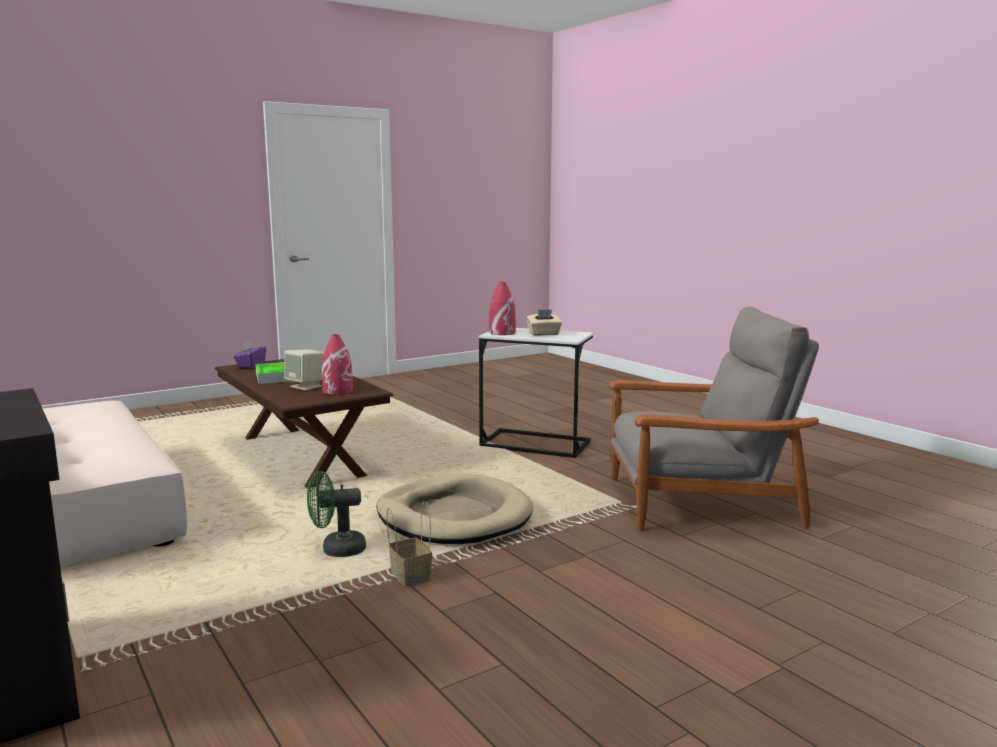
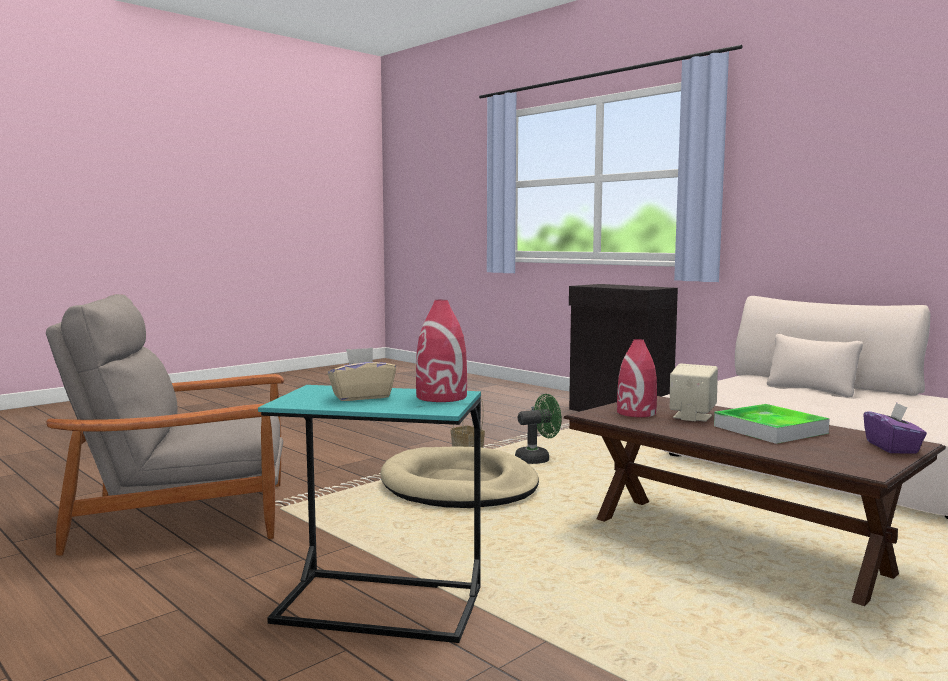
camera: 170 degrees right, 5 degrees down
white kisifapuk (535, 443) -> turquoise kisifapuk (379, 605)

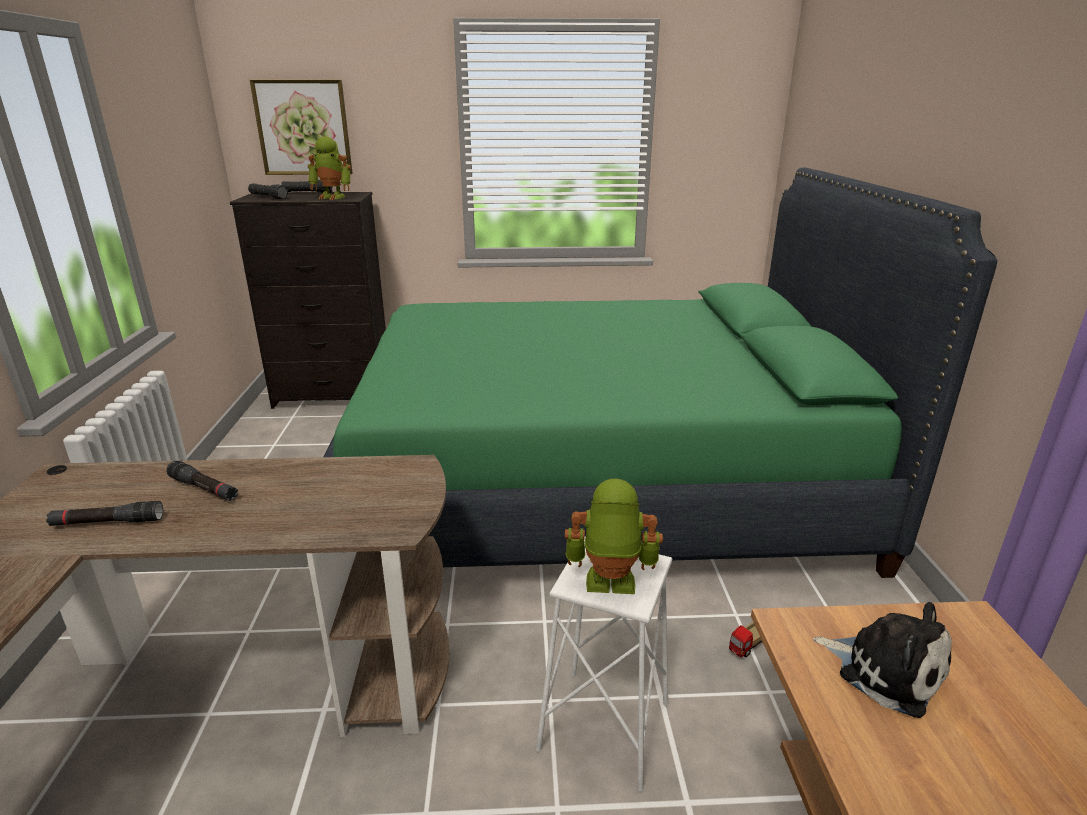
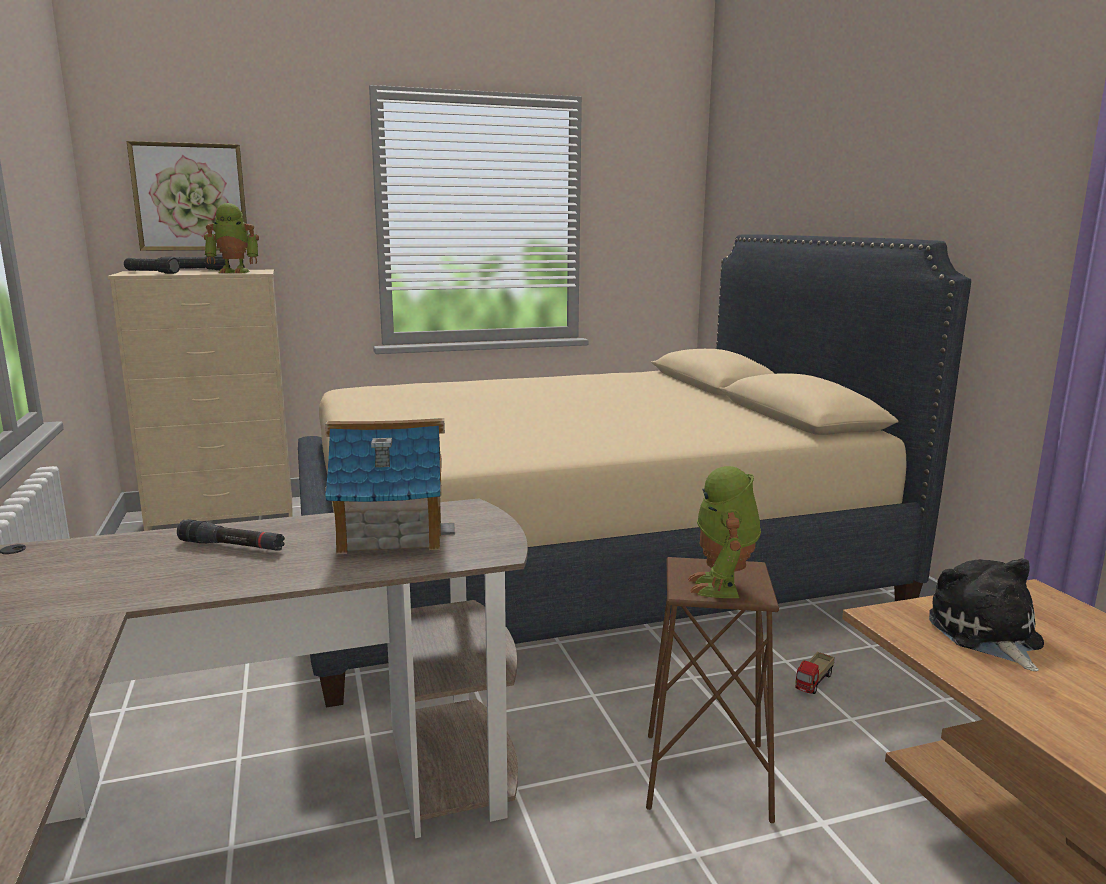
camera: 15 degrees left, 10 degrees down
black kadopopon (107, 522) -> none
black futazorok (334, 396) -> beige futazorok (224, 517)
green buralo (596, 480) -> beige buralo (582, 565)
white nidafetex (604, 727) -> brown nidafetex (706, 776)
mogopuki (609, 584) -> mogopuki (722, 587), 75 degrees counterclockwise
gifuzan (885, 669) -> gifuzan (986, 635), 120 degrees counterclockwise
none -> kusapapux (390, 532)

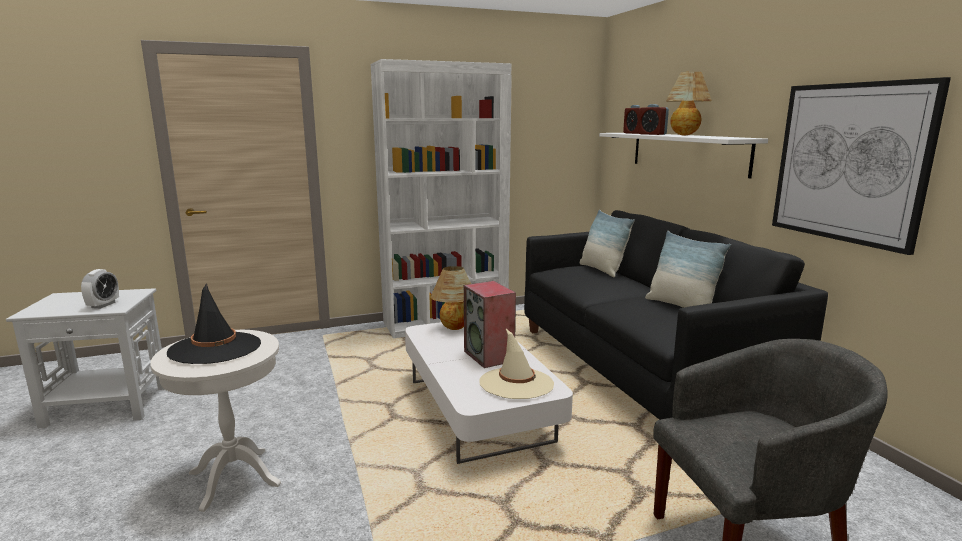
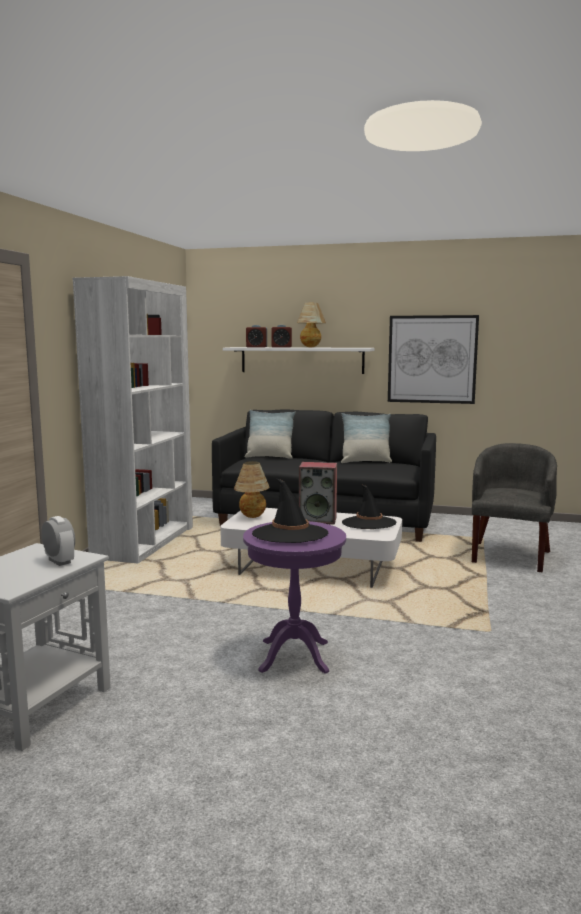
camera: 55 degrees left, 5 degrees down
white kisifapuk (235, 478) -> purple kisifapuk (294, 656)
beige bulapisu (516, 383) -> black bulapisu (368, 523)

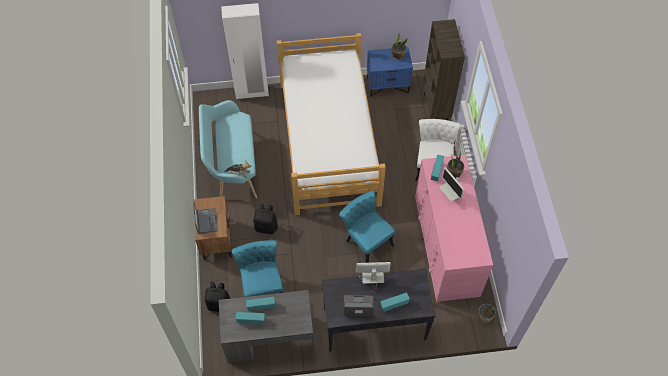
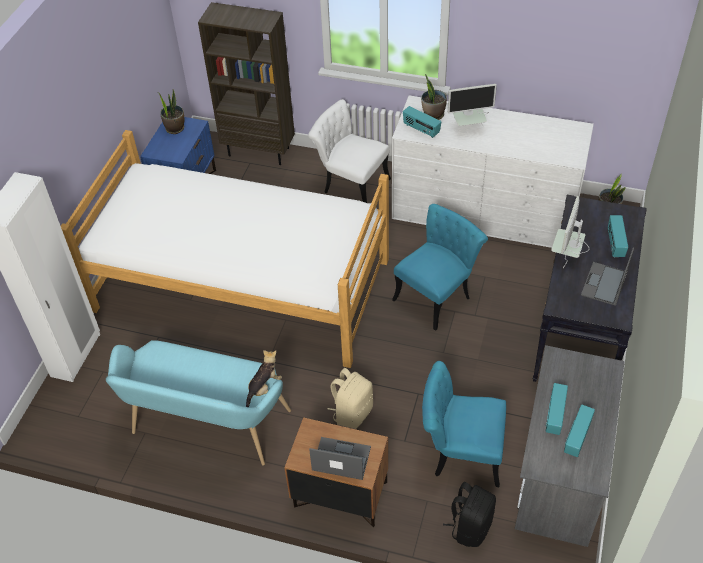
camera: 65 degrees left, 10 degrees down
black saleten (266, 226) -> beige saleten (352, 413)
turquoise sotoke (366, 240) -> turquoise sotoke (437, 295), 150 degrees clockwise
pink futazorok (446, 245) -> white futazorok (484, 212)

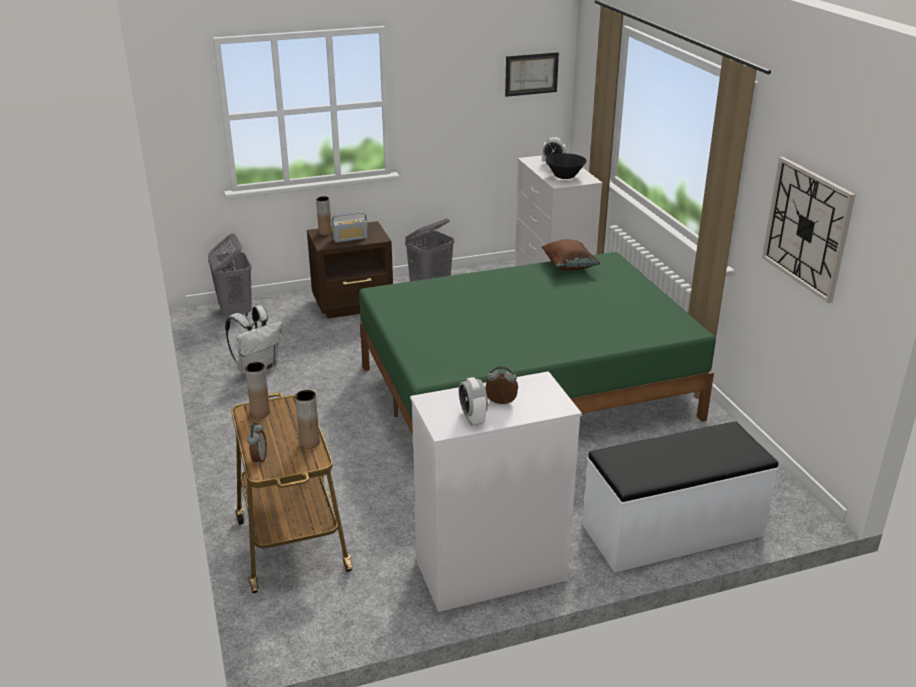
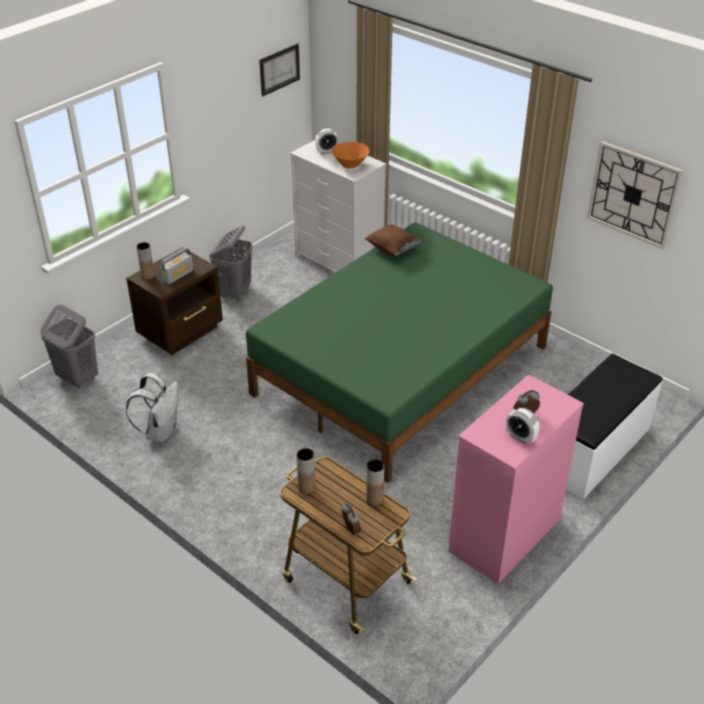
camera: 30 degrees left, 10 degrees up
white futazorok (489, 571) -> pink futazorok (504, 535)
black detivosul (565, 176) -> orange detivosul (350, 164)

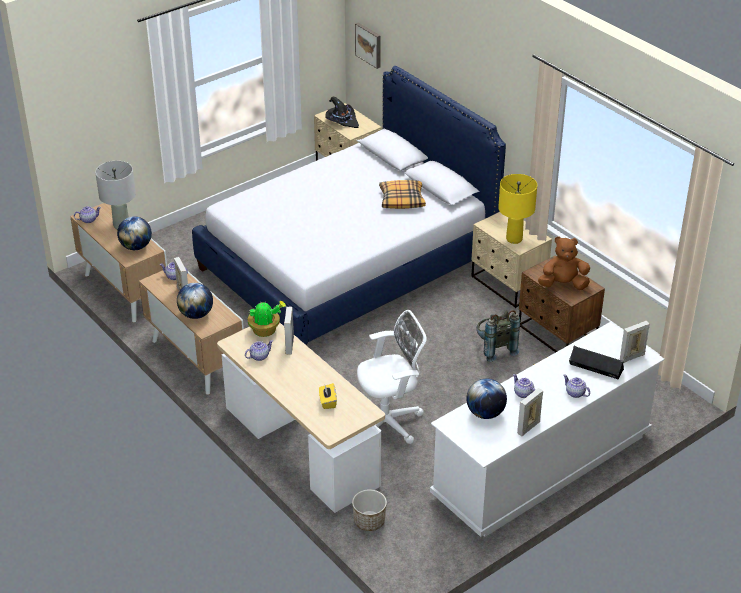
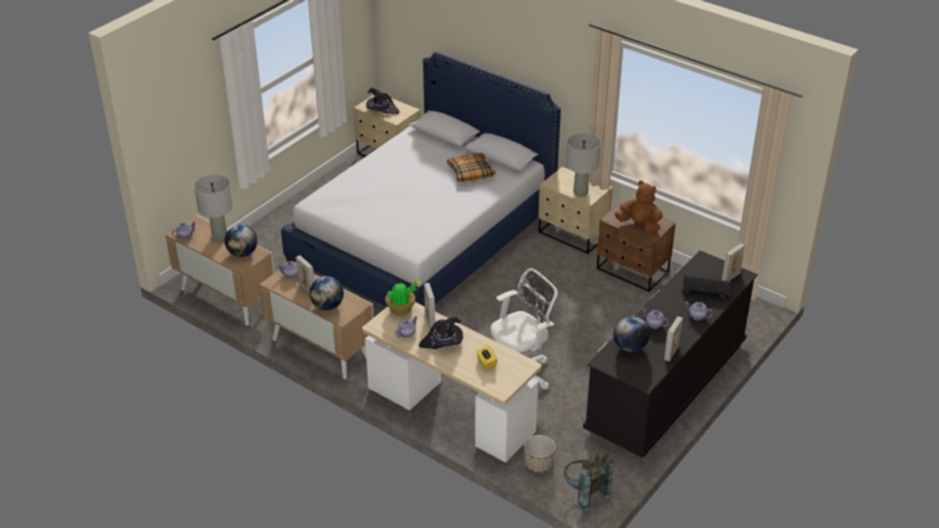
camera: 15 degrees left, 0 degrees up
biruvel (369, 44) -> none
white futazorok (542, 465) -> black futazorok (666, 386)
grey saleten (494, 349) -> grey saleten (584, 493), relocated
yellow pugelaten (514, 239) -> grey pugelaten (580, 192)
brown gifuzan (563, 285) -> brown gifuzan (639, 225), 45 degrees clockwise
none -> black bulapisu (443, 342)

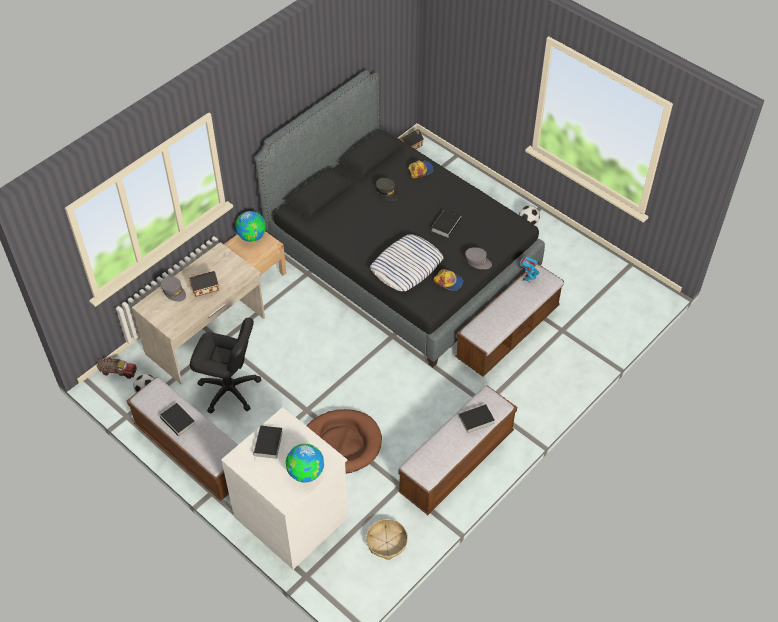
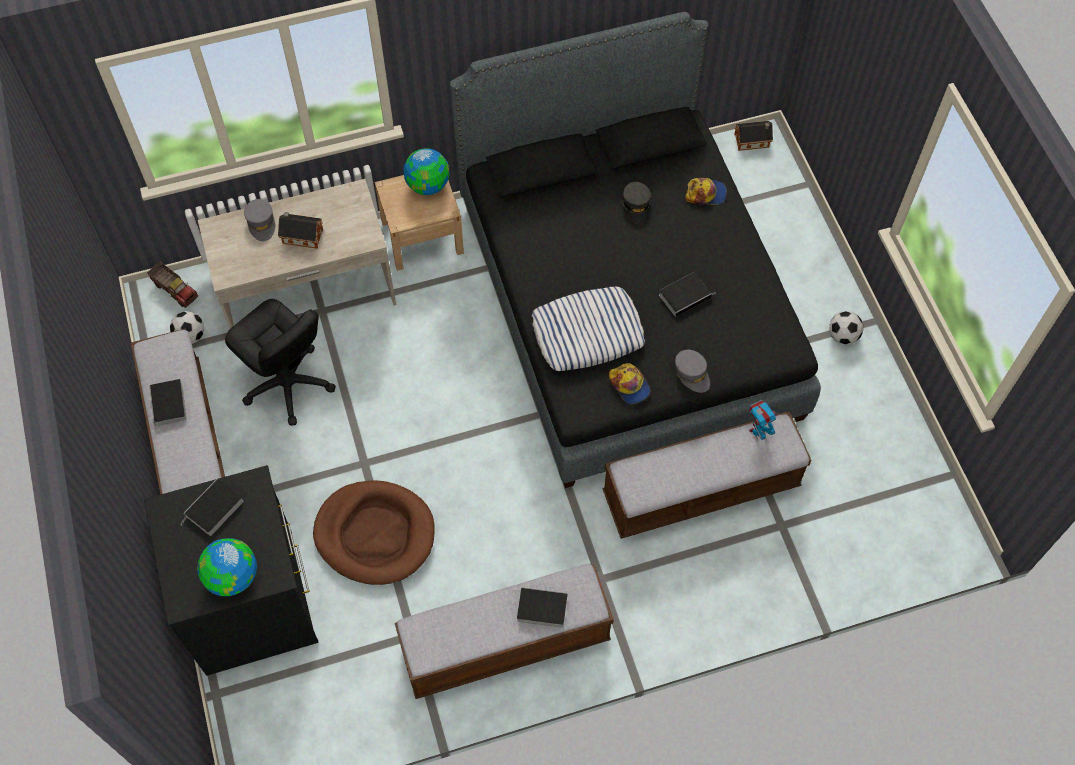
camera: 30 degrees right, 10 degrees up
white futazorok (292, 515) -> black futazorok (252, 601)
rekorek (386, 542) -> none

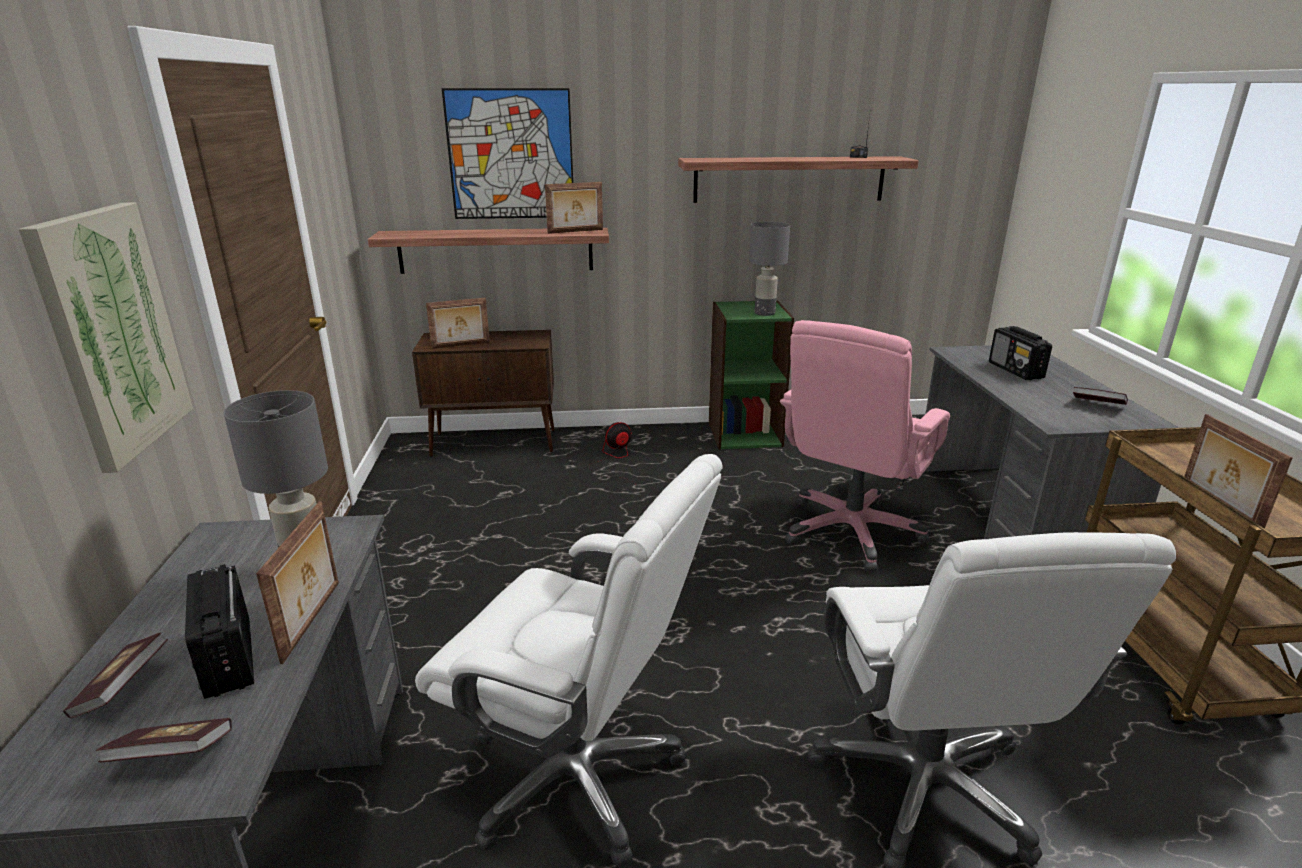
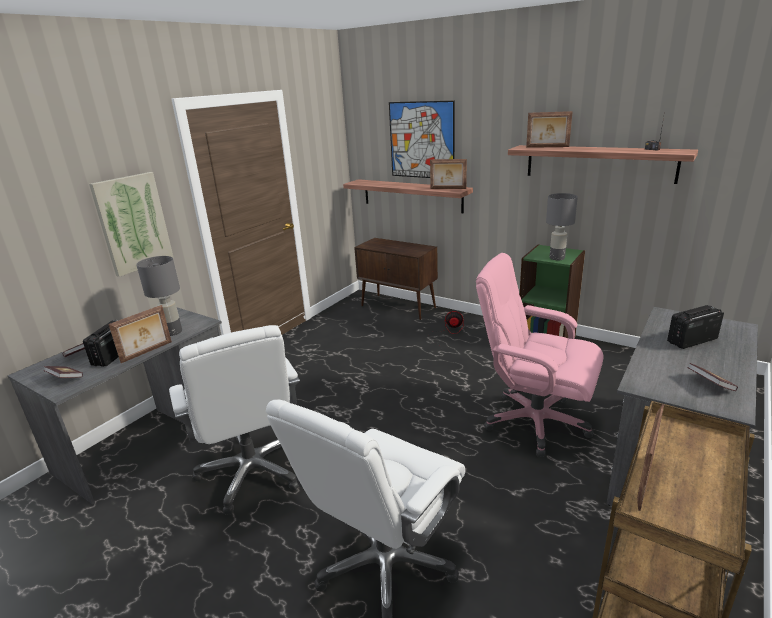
camera: 40 degrees right, 0 degrees up
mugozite (461, 345) -> mugozite (547, 147), relocated
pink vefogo (851, 531) -> pink vefogo (534, 422), 45 degrees clockwise
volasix (1016, 371) -> volasix (691, 340), 45 degrees clockwise

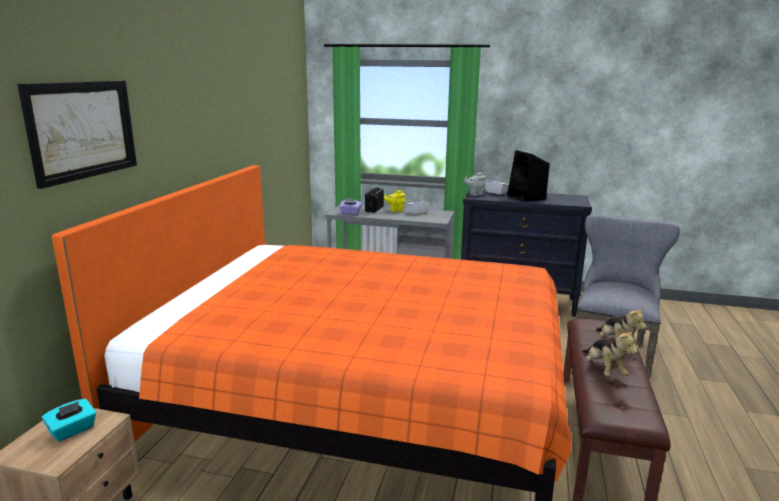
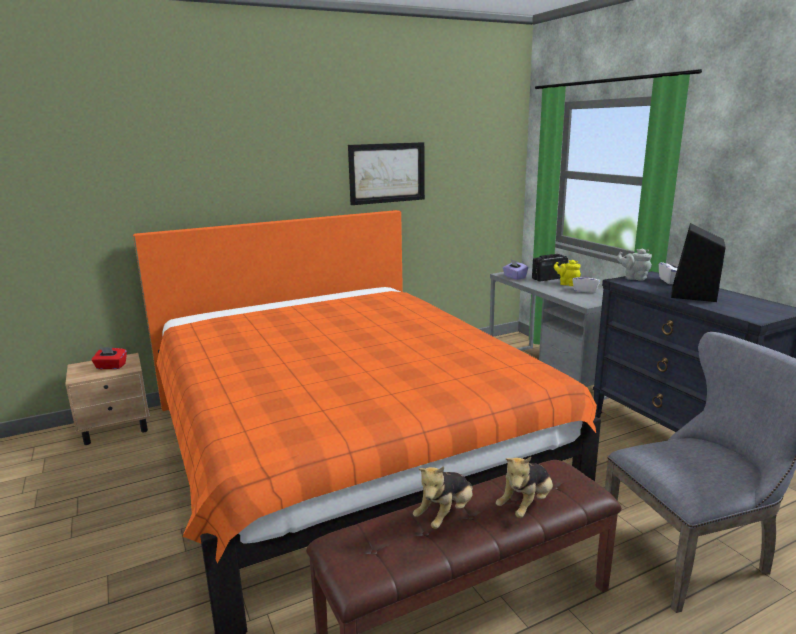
camera: 50 degrees right, 0 degrees up
biruvel (82, 130) -> biruvel (387, 173), relocated
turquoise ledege (72, 430) -> red ledege (111, 367)

